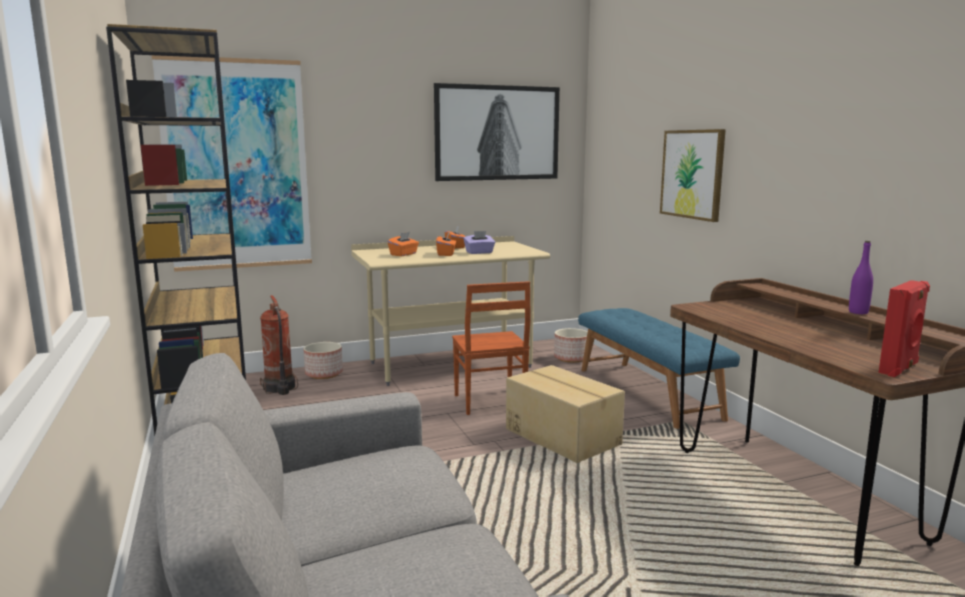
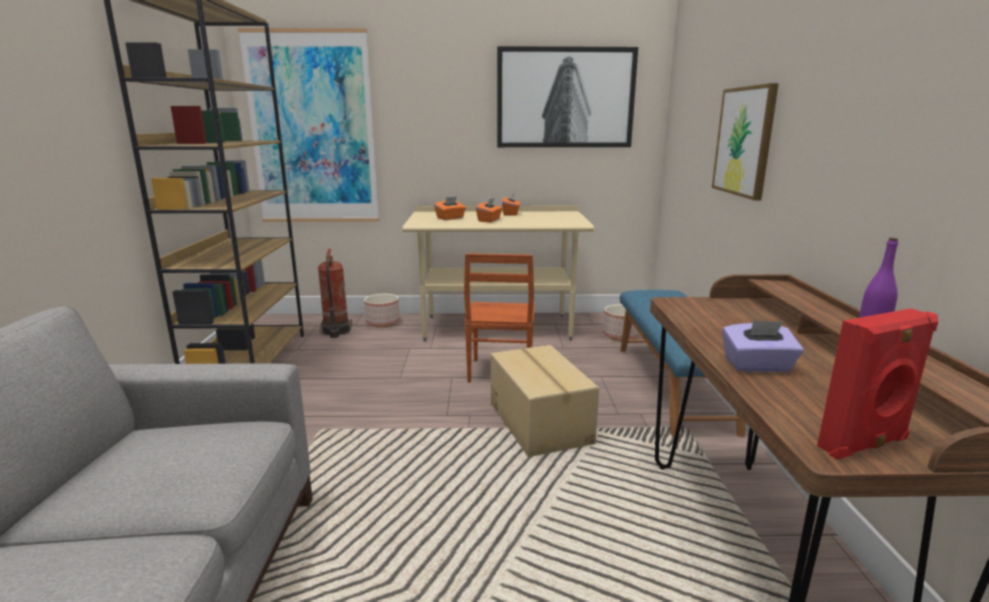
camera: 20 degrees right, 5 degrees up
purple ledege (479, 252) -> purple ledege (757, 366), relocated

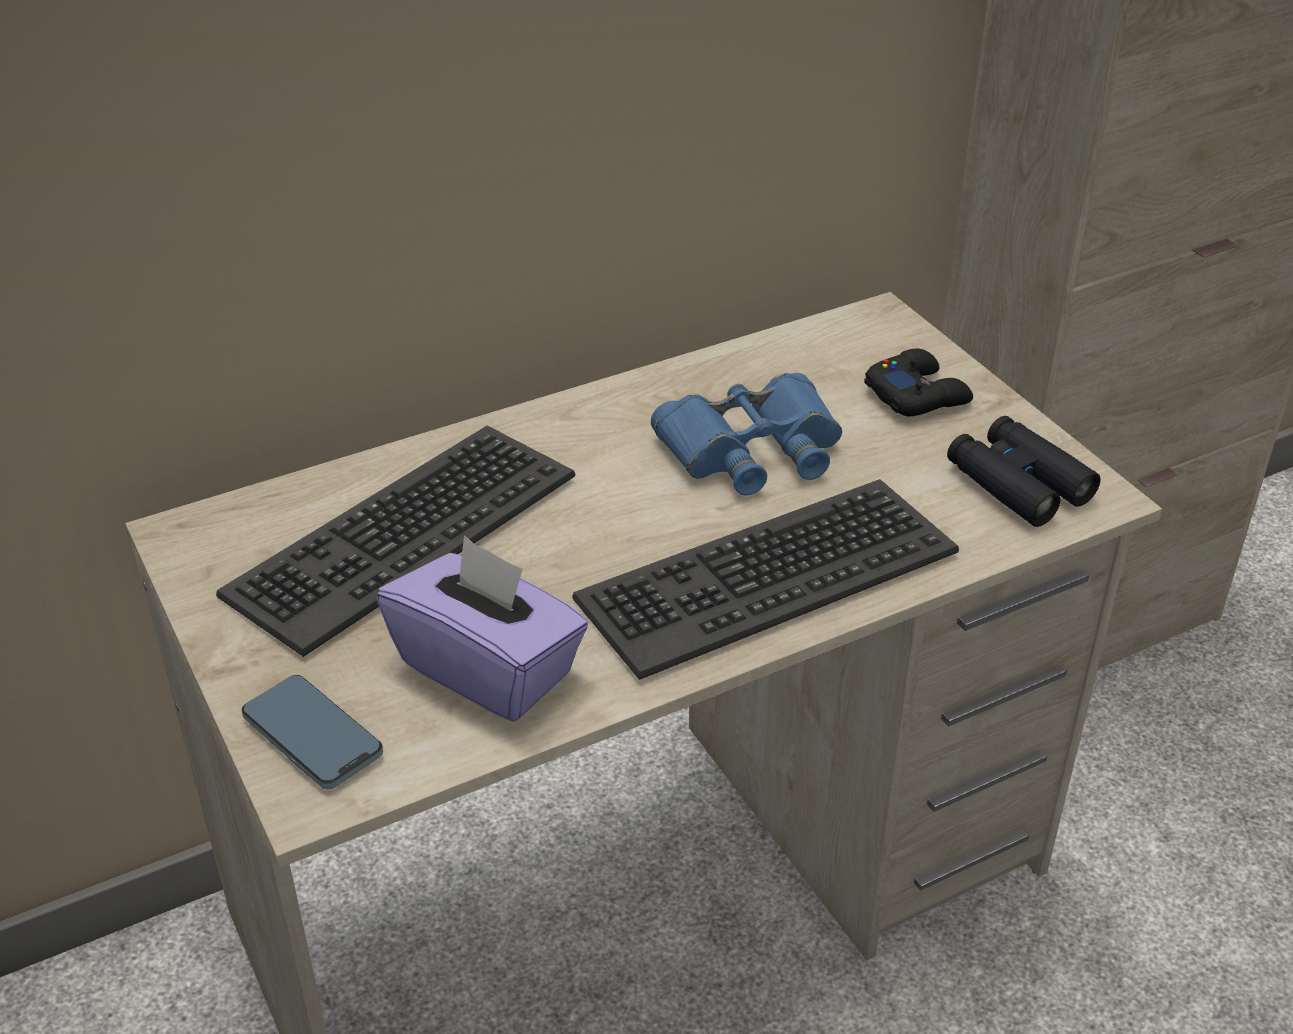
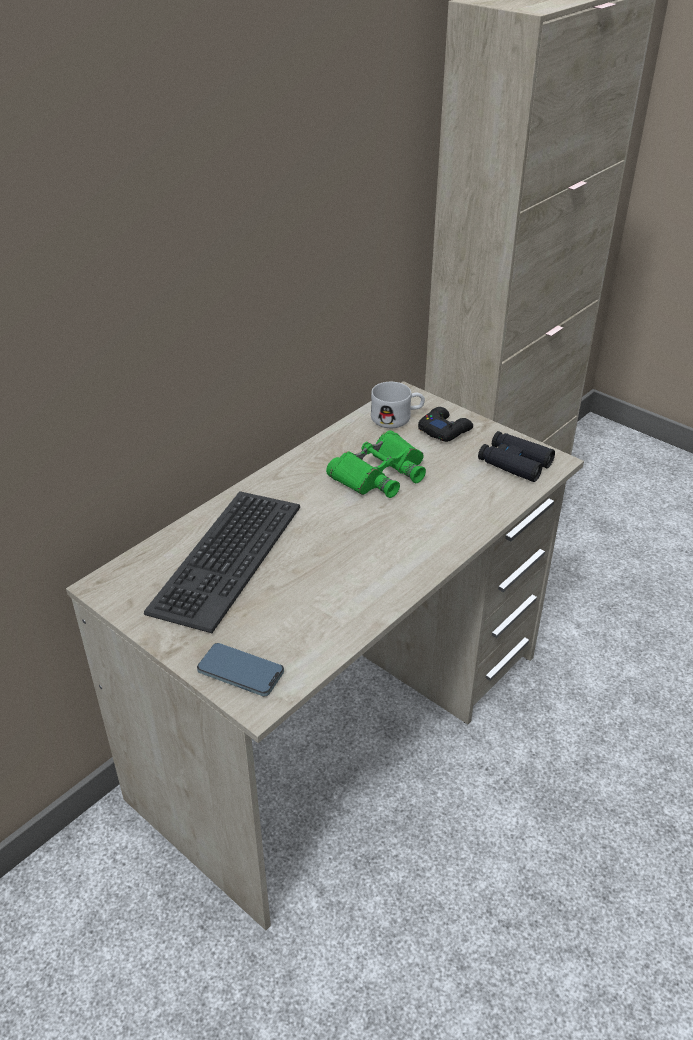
camera: 20 degrees left, 0 degrees up
purple ledege (488, 668) -> none
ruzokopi (766, 575) -> none
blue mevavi (752, 449) -> green mevavi (380, 474)
none -> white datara (397, 418)

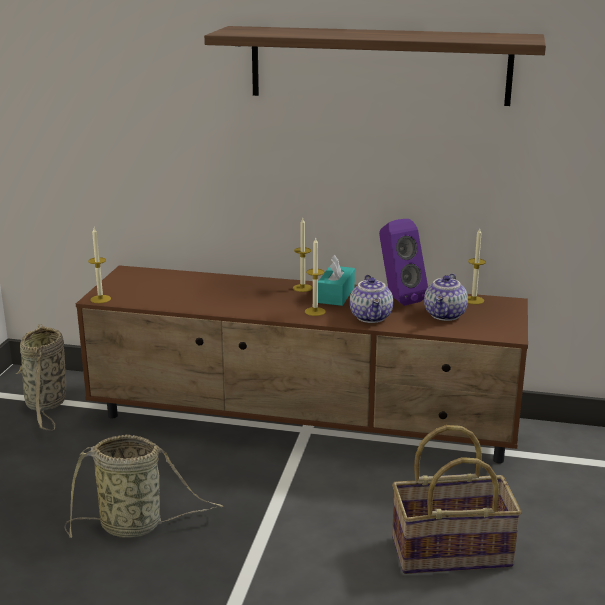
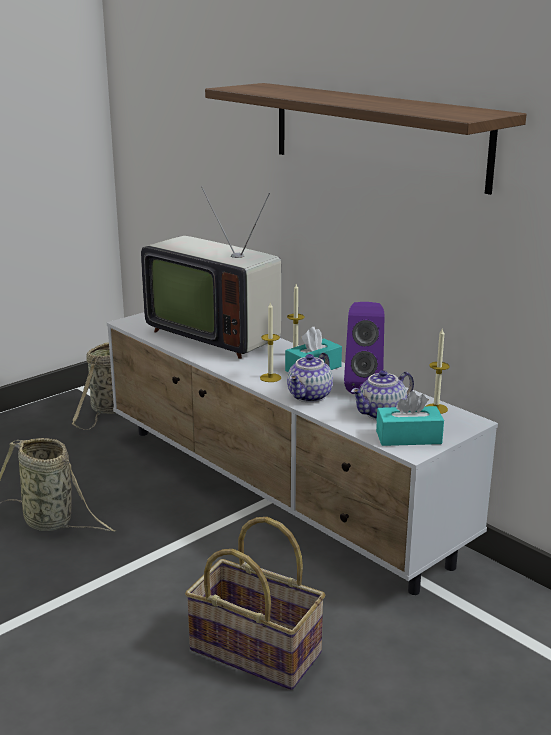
camera: 35 degrees right, 0 degrees up
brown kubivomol (304, 426) -> white kubivomol (277, 493)
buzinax (100, 299) -> none
none -> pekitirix (215, 335)
none -> turquoise ledege (408, 437)

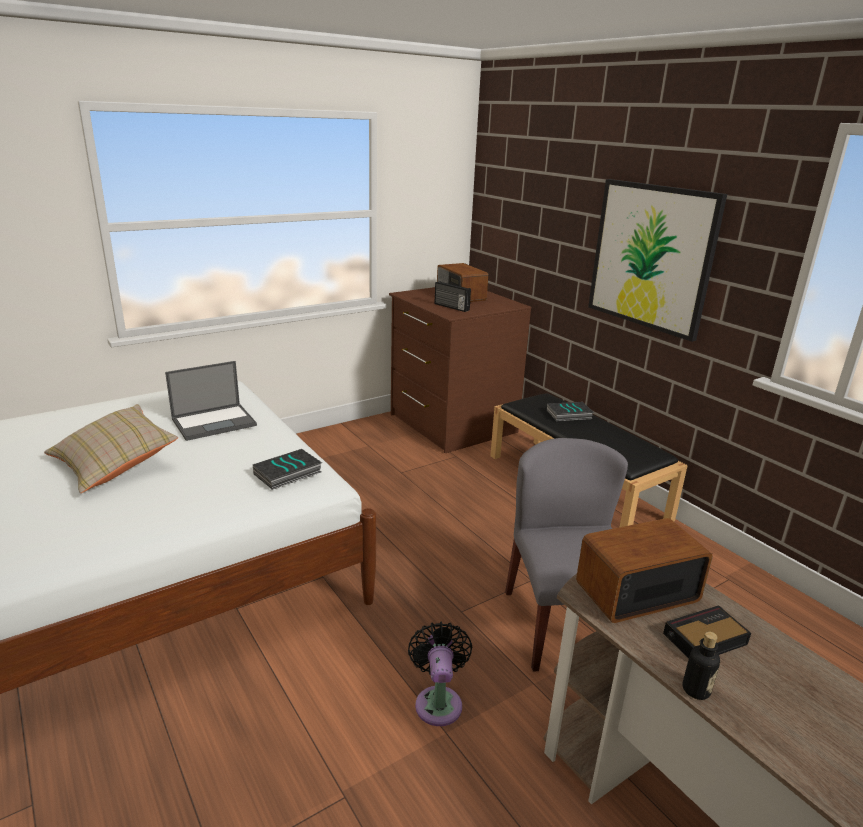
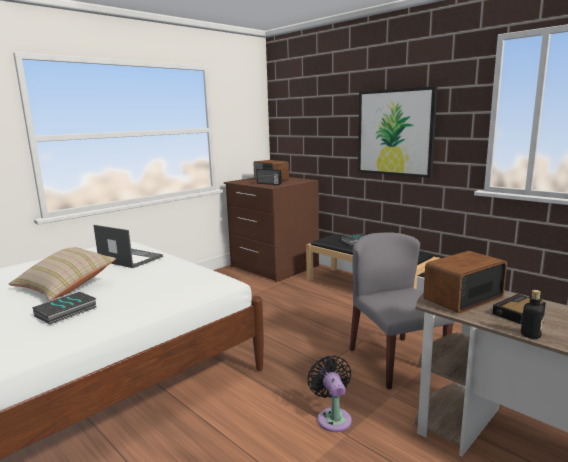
camera: 10 degrees left, 10 degrees down
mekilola (215, 422) -> mekilola (130, 259), 105 degrees counterclockwise
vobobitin (287, 474) -> vobobitin (66, 312), relocated

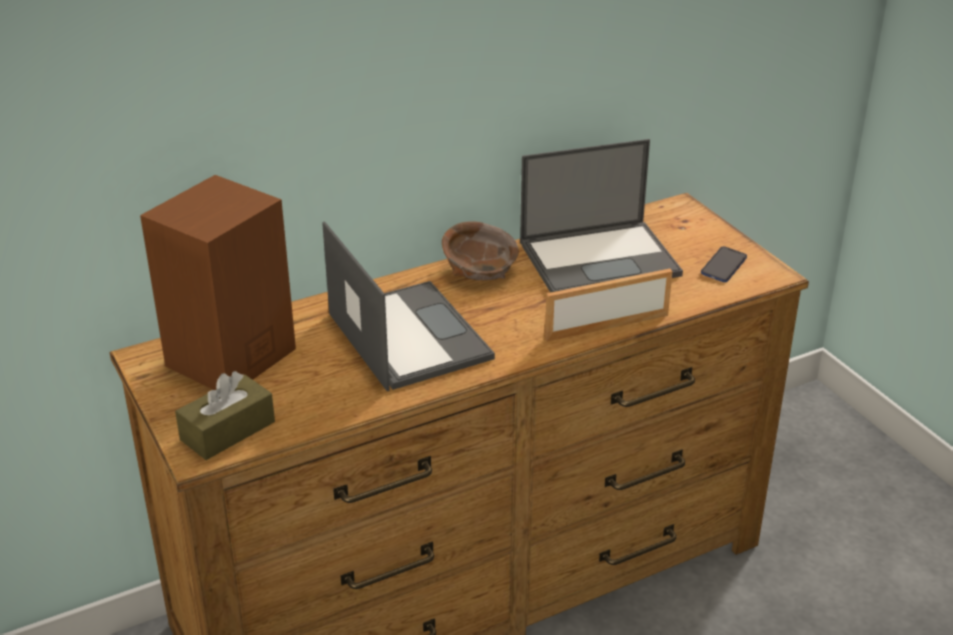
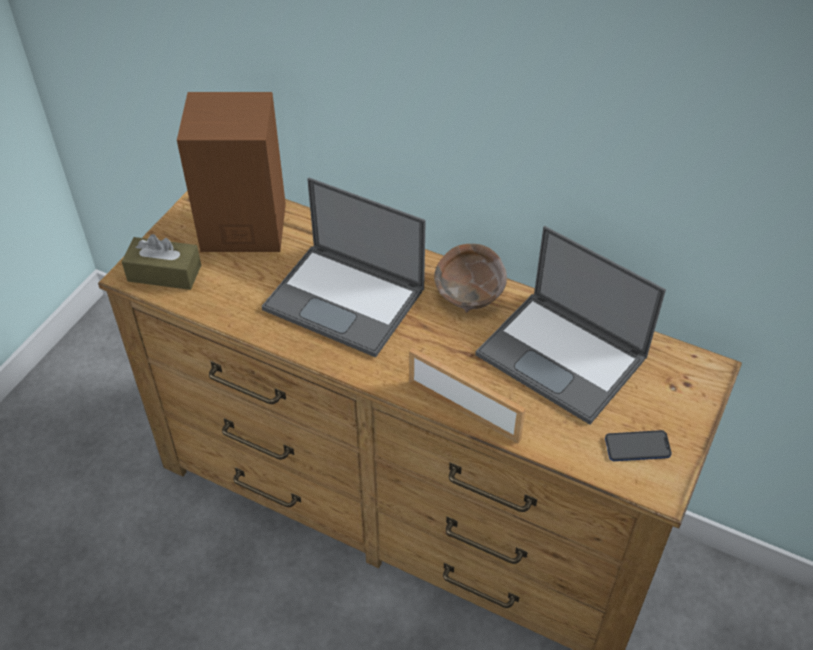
camera: 55 degrees right, 15 degrees up
mekilola (407, 335) -> mekilola (346, 299), 90 degrees clockwise

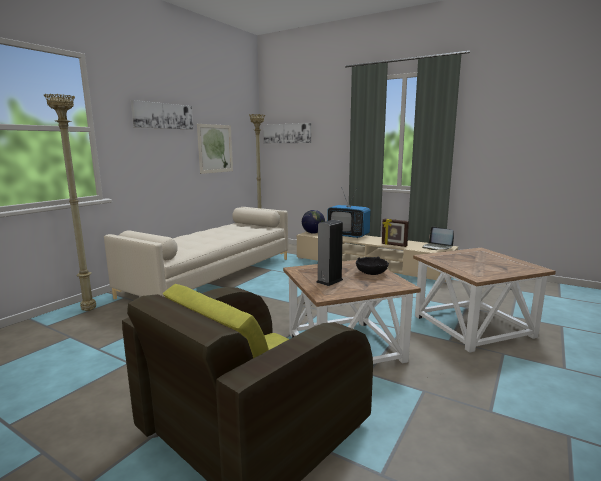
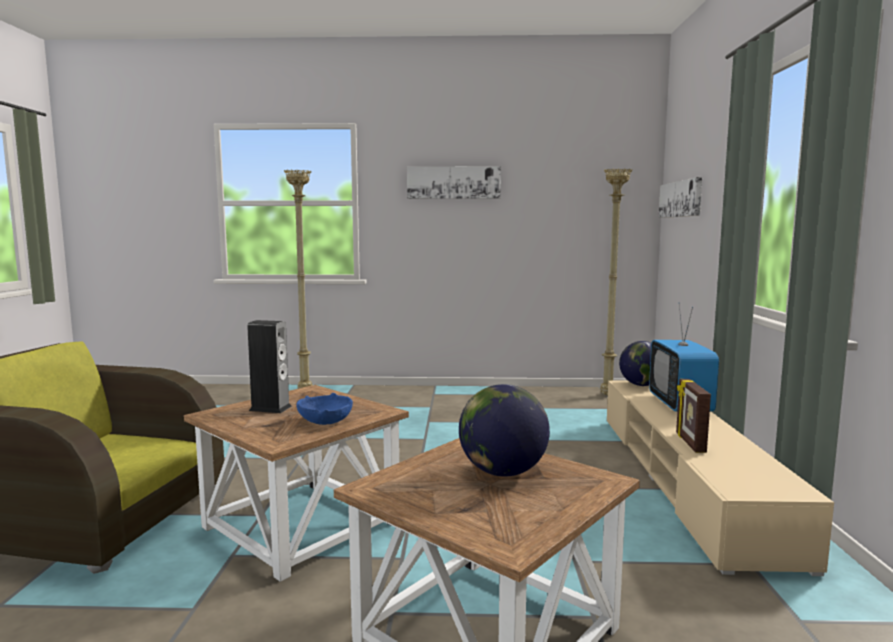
camera: 60 degrees right, 5 degrees down
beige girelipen (212, 276) -> none
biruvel (215, 148) -> none
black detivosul (371, 273) -> blue detivosul (326, 421)
mekilola (437, 247) -> none
none -> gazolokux (503, 473)

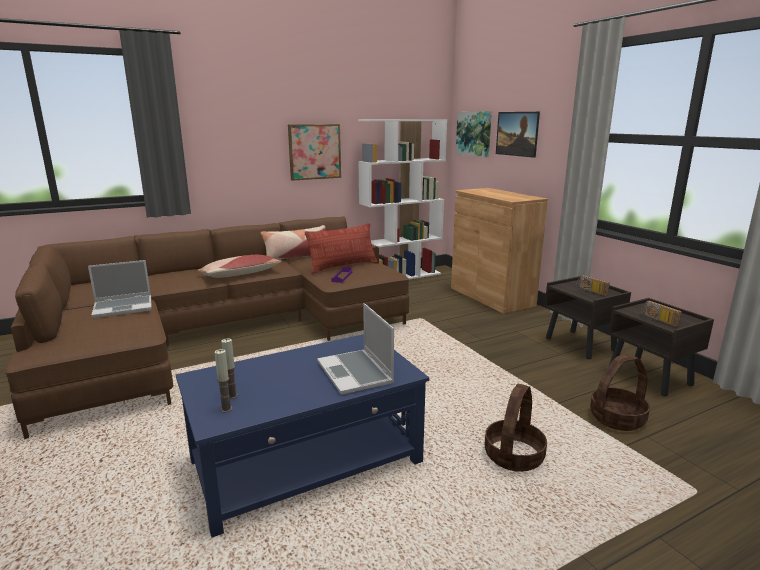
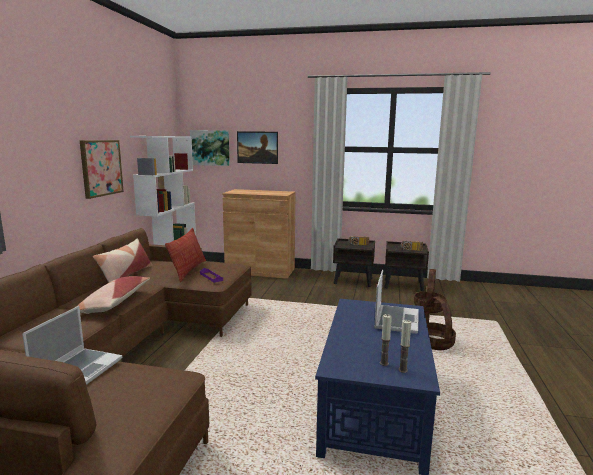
camera: 50 degrees left, 5 degrees down
mekilola (356, 373) -> mekilola (395, 320), 90 degrees counterclockwise

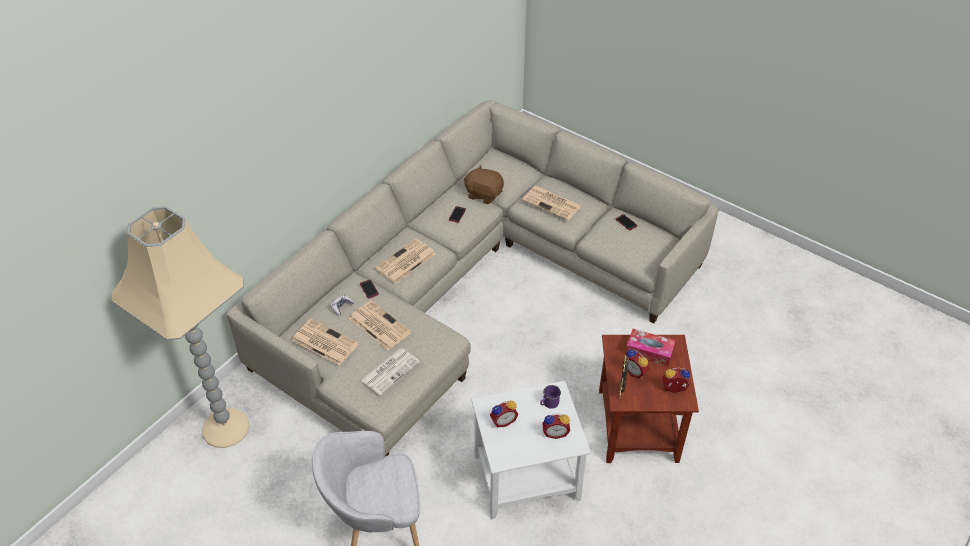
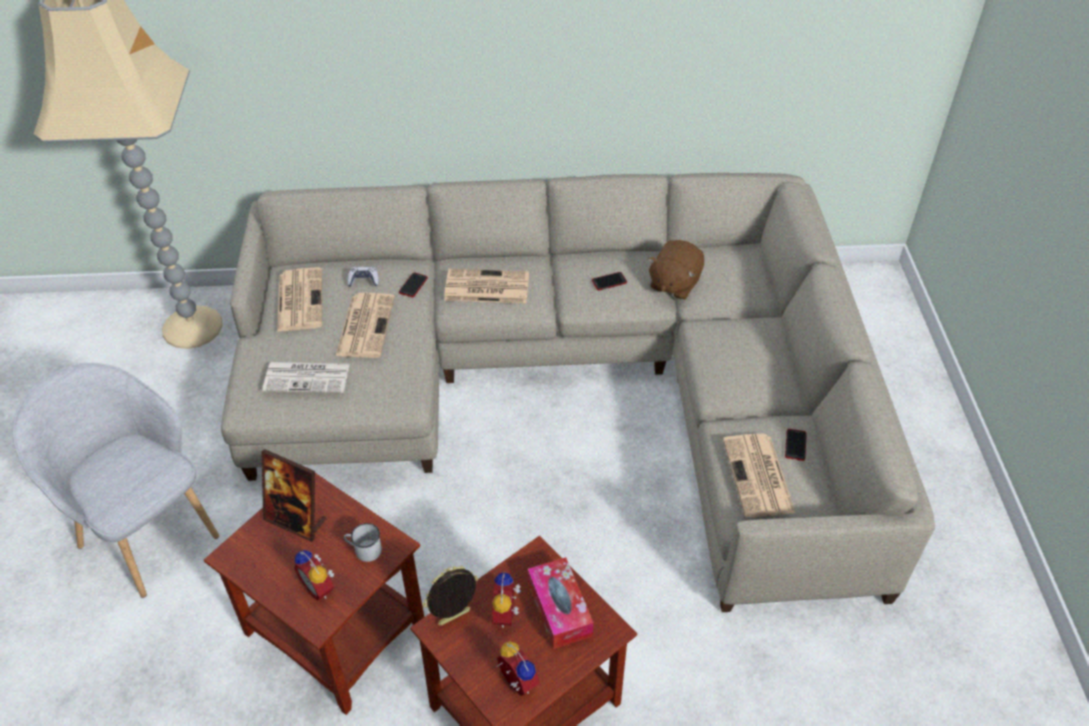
camera: 50 degrees right, 0 degrees up
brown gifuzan (484, 194) -> brown gifuzan (674, 283), 135 degrees counterclockwise
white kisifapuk (526, 476) -> brown kisifapuk (337, 629)
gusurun (503, 420) -> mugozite (296, 520)
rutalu (552, 203) -> rutalu (759, 477), relocated
purple datara (549, 403) -> white datara (364, 550)

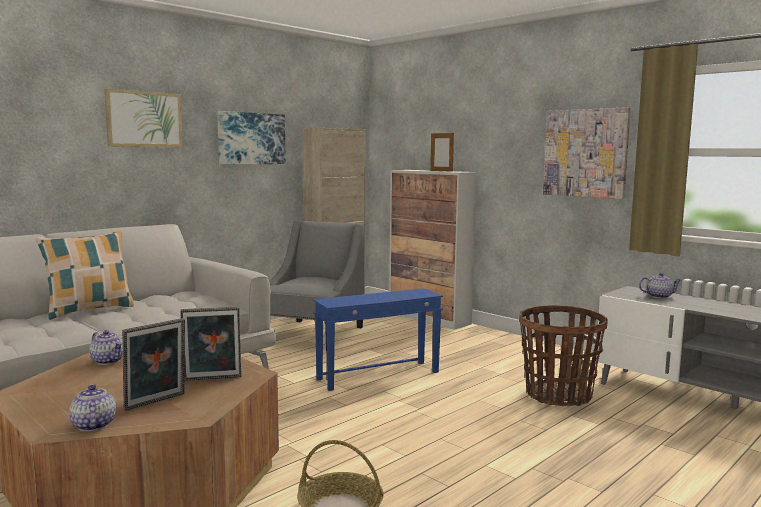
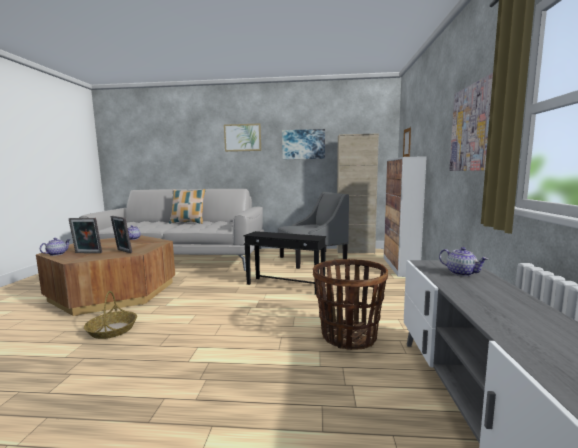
camera: 50 degrees right, 0 degrees up
blue kisifapuk (379, 376) -> black kisifapuk (284, 286)

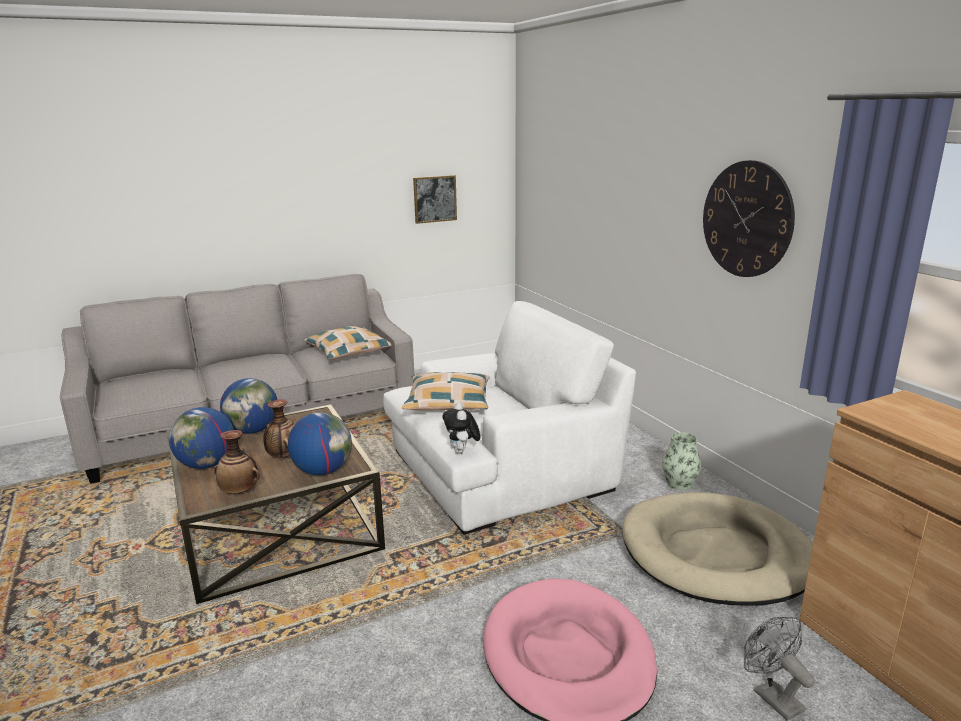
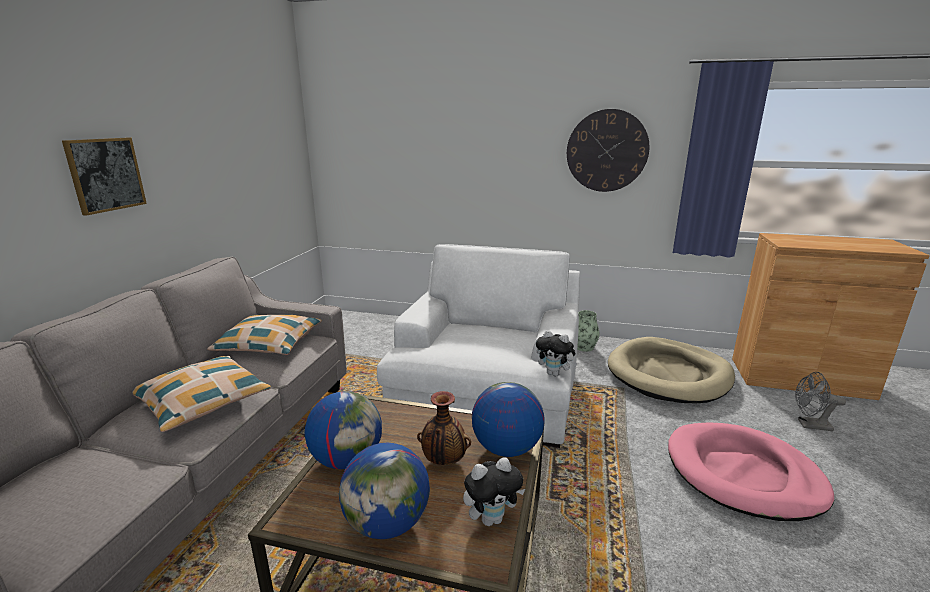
camera: 50 degrees left, 0 degrees up
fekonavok (240, 492) -> gifuzan (492, 518)
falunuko (448, 402) -> falunuko (202, 401), relocated
biruvel (434, 199) -> biruvel (105, 174), relocated

